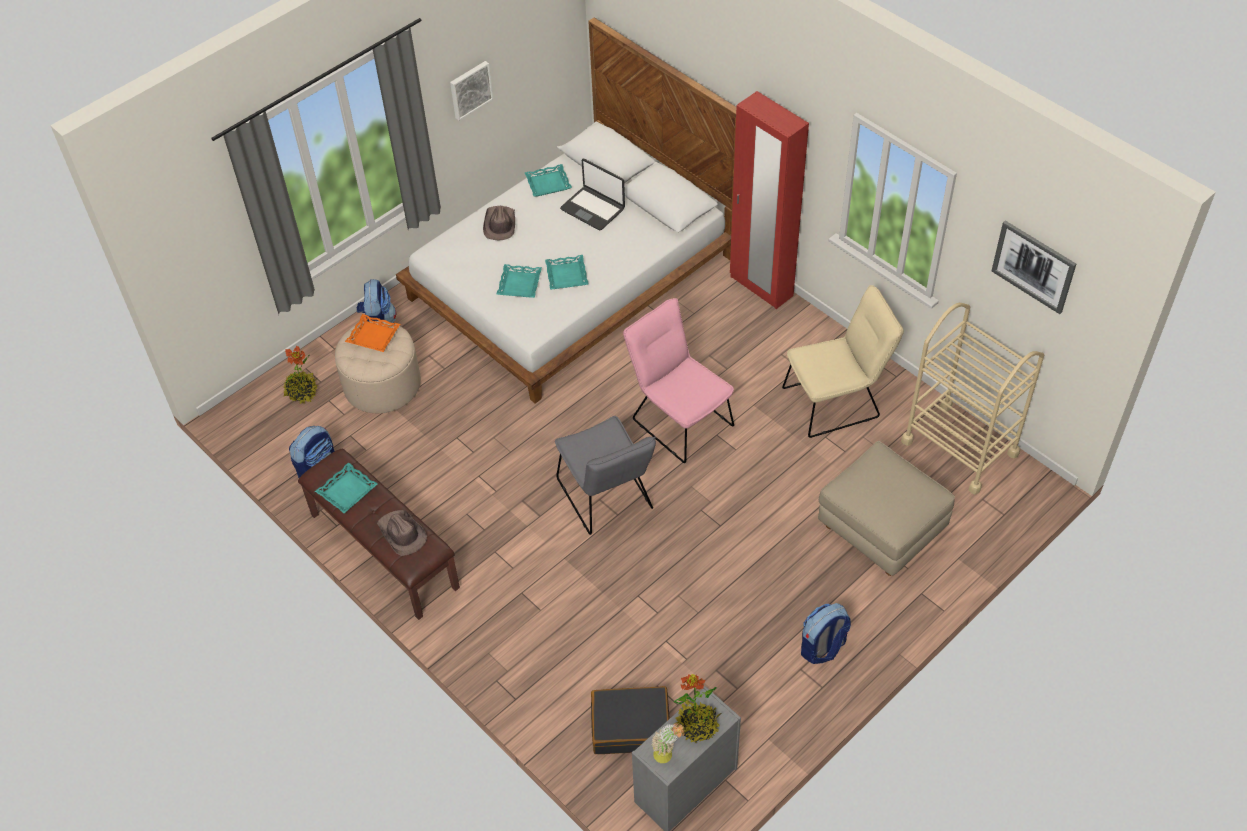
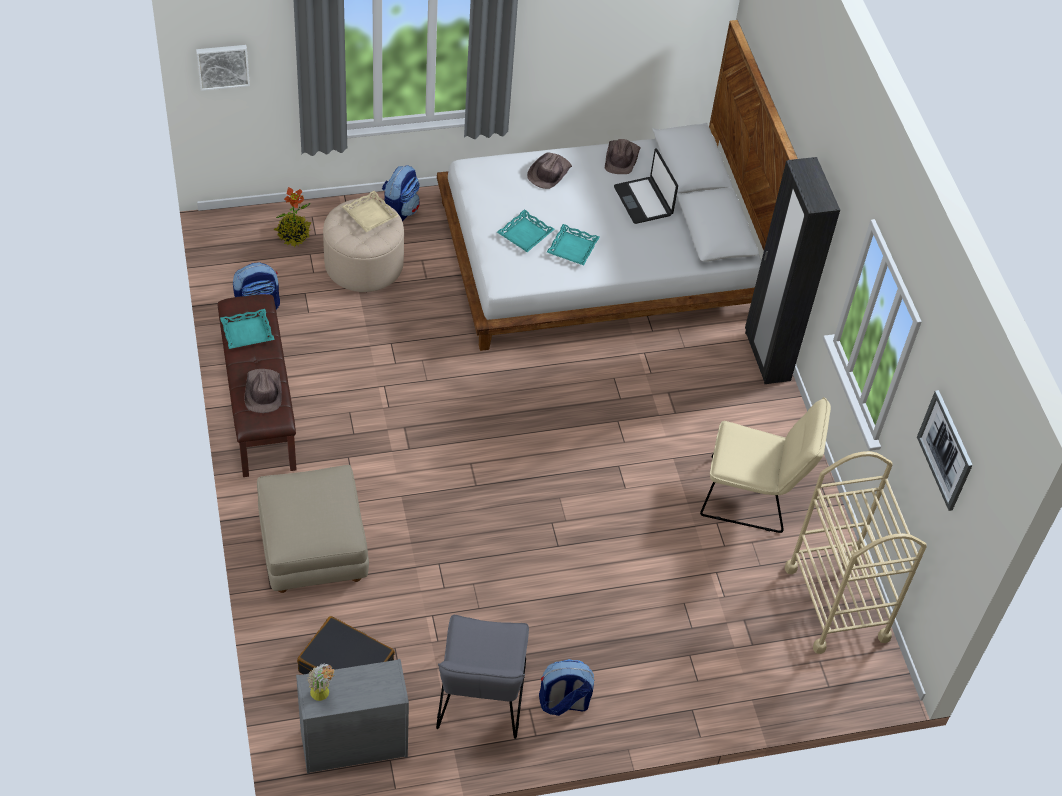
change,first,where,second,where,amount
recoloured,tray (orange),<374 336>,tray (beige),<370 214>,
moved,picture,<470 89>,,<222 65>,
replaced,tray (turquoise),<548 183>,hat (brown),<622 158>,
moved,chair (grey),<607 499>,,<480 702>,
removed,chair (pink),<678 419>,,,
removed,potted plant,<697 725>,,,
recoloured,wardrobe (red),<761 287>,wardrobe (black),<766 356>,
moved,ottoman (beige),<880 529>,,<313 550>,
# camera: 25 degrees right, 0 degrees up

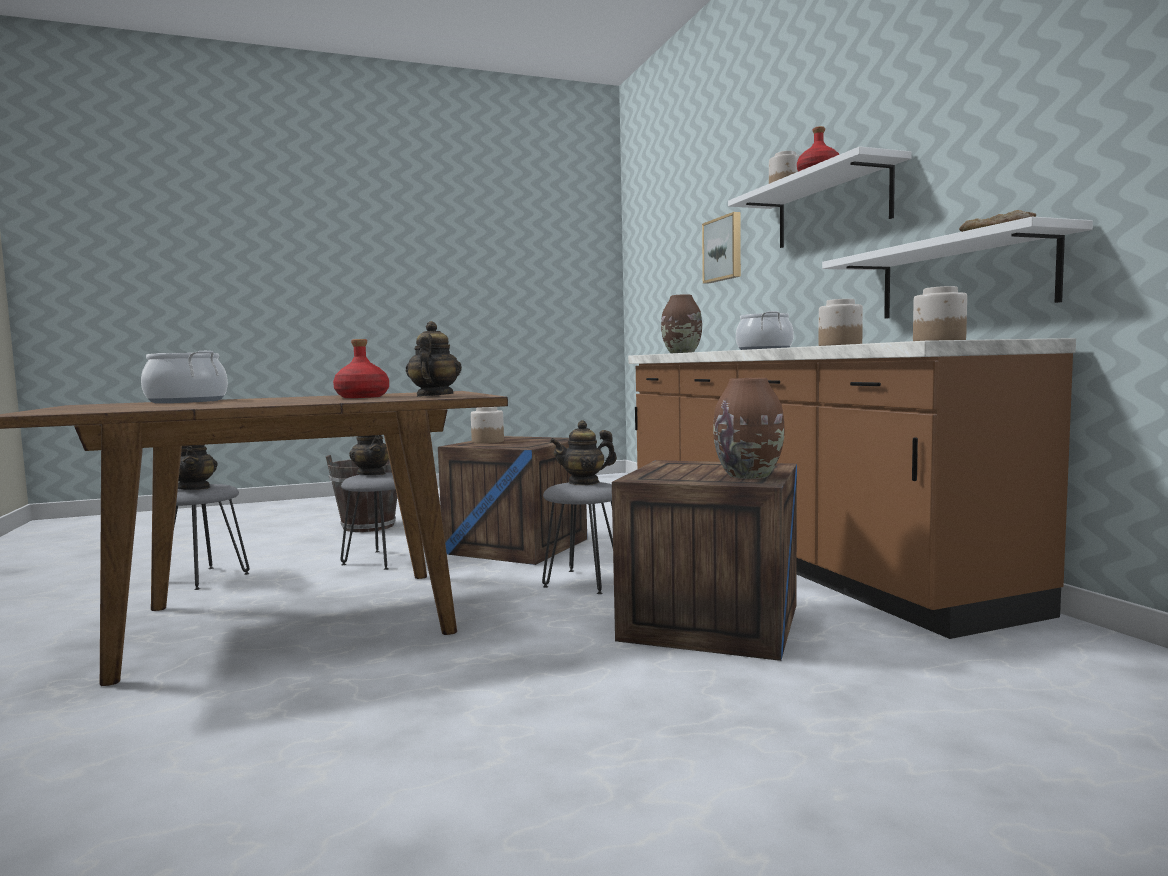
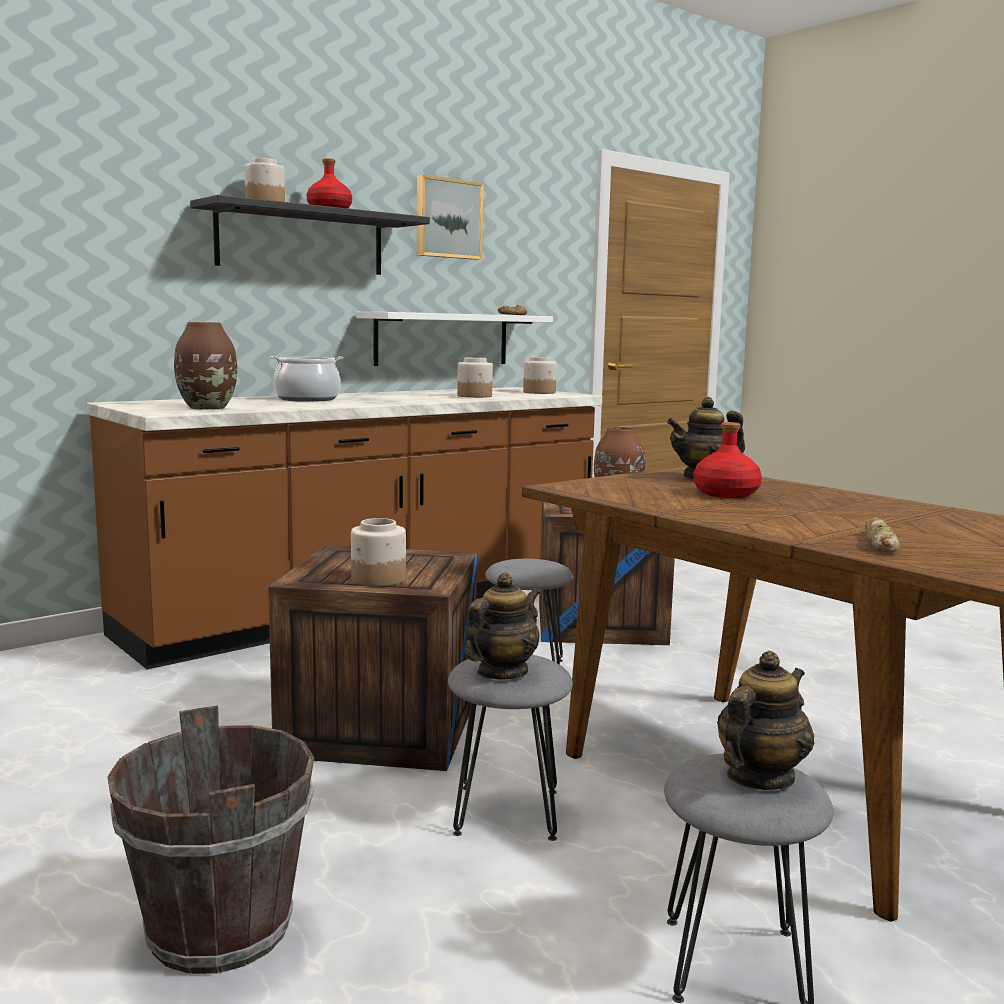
change,first,where,second,where,amount
replaced,cooking pot,<186 401>,bread,<878 543>,
removed,teapot,<584 482>,,,
moved,picture,<724 249>,,<447 219>,
recoloured,shelf (white),<831 207>,shelf (black),<301 241>,
# camera: 110 degrees left, 5 degrees up

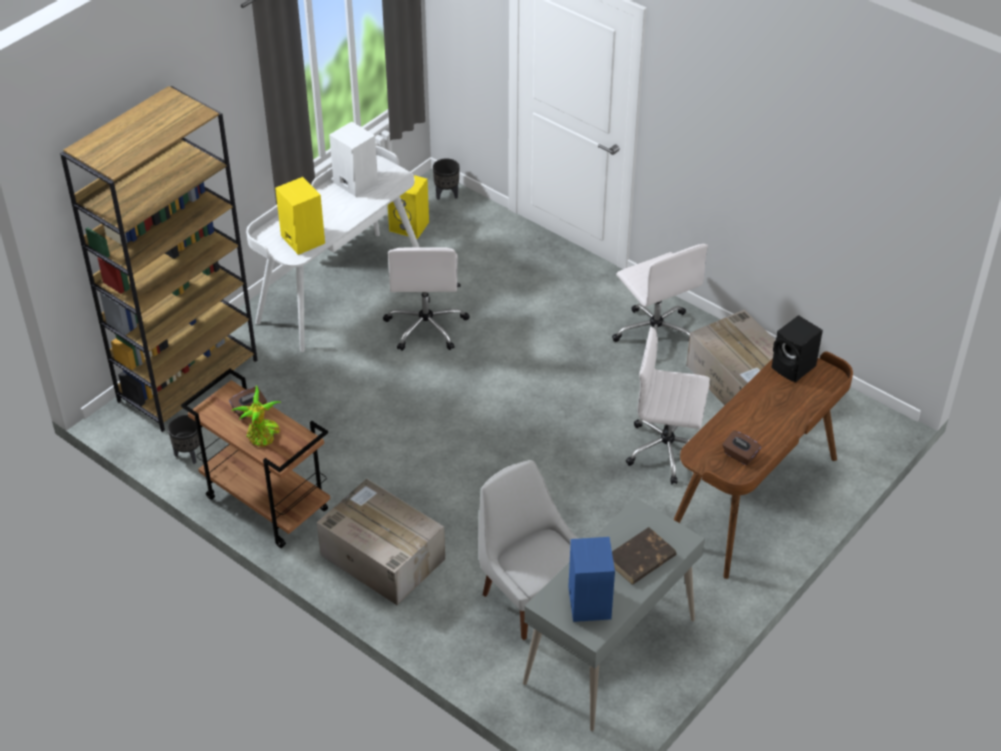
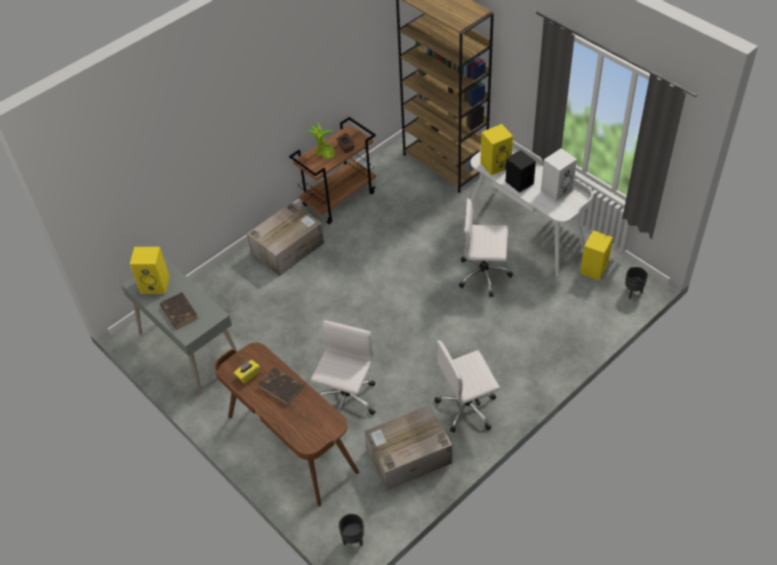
change,first,where,second,where,amount
moved,planter (black),<189 455>,,<353 539>,
removed,chair (white),<531 595>,,,
recoloured,speaker (blue),<588 602>,speaker (yellow),<156 284>,
recoloured,tissue box (brown),<739 455>,tissue box (yellow),<248 375>,
moved,speaker (black),<794 368>,,<518 183>,
added,,,book (brown),<282 387>,
# camera: 100 degrees right, 5 degrees up

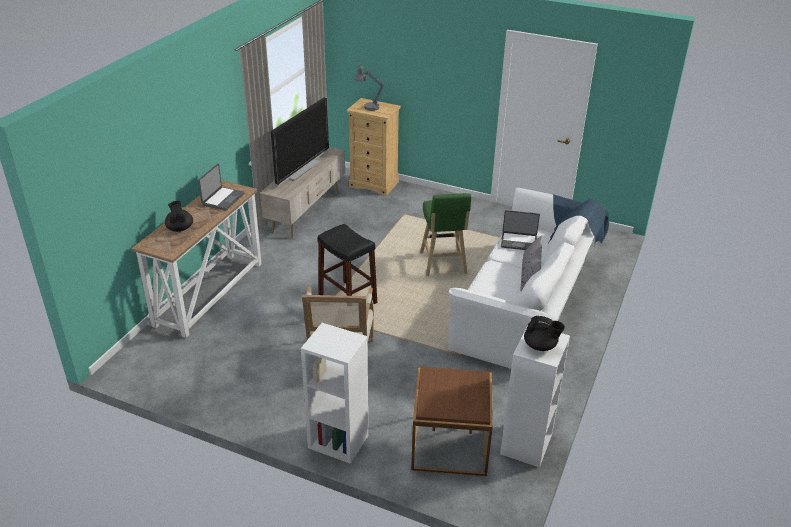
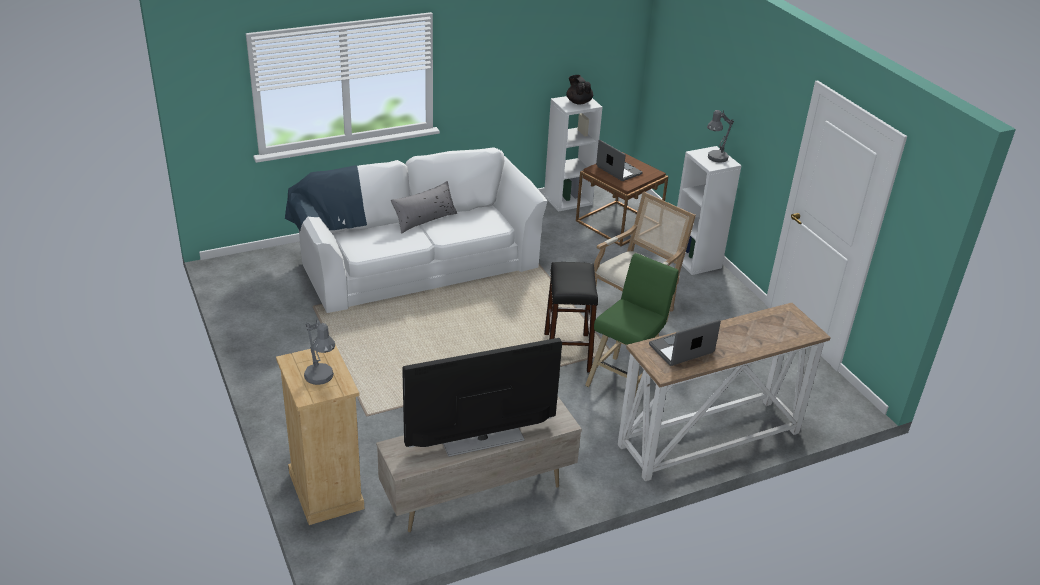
change,first,where,second,where,amount
removed,teapot (black),<180 228>,,,
moved,stool (green),<443 264>,,<626 380>,
moved,laptop,<518 241>,,<618 170>,
added,,,table lamp (grey),<715 159>,
# camera: 140 degrees left, 0 degrees up

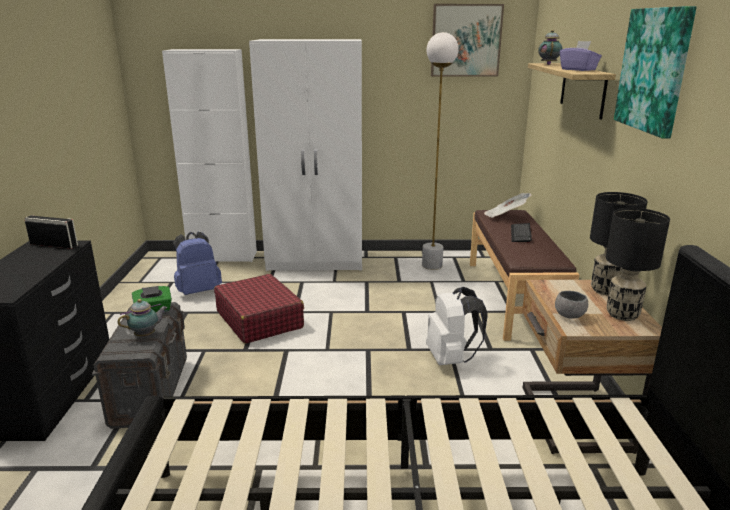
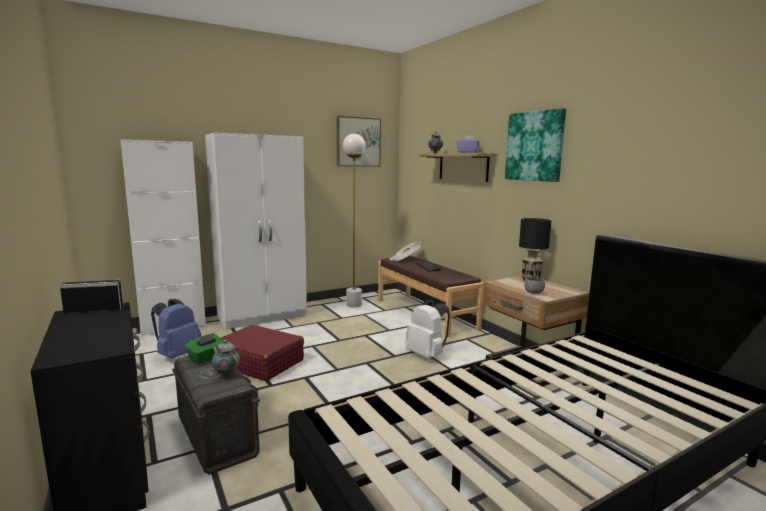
change,first,where,second,where,amount
turned,teapot,<146 335>,,<226 375>,75 degrees counterclockwise
removed,table lamp (black),<621 315>,,,
# camera: 30 degrees left, 10 degrees down

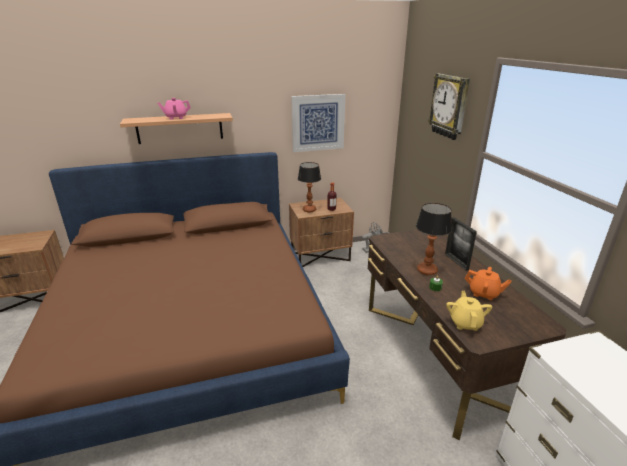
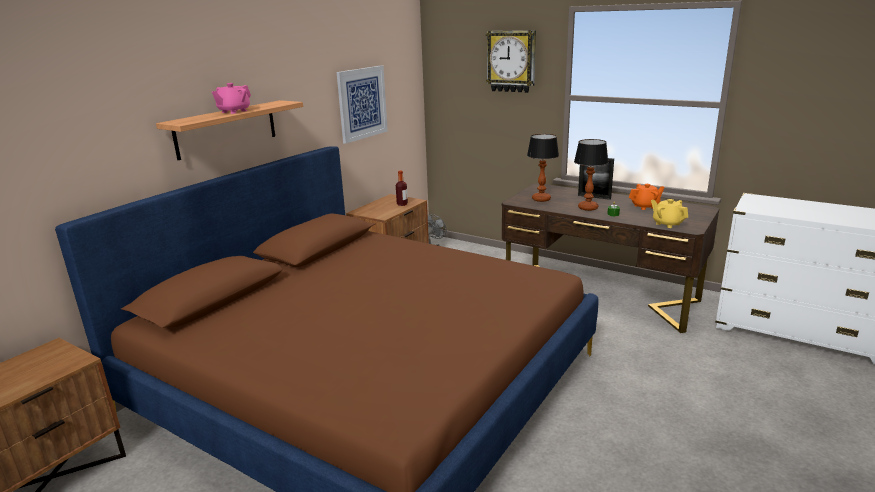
change,first,where,second,where,amount
moved,table lamp,<309 210>,,<541 199>,
# camera: 40 degrees left, 5 degrees down

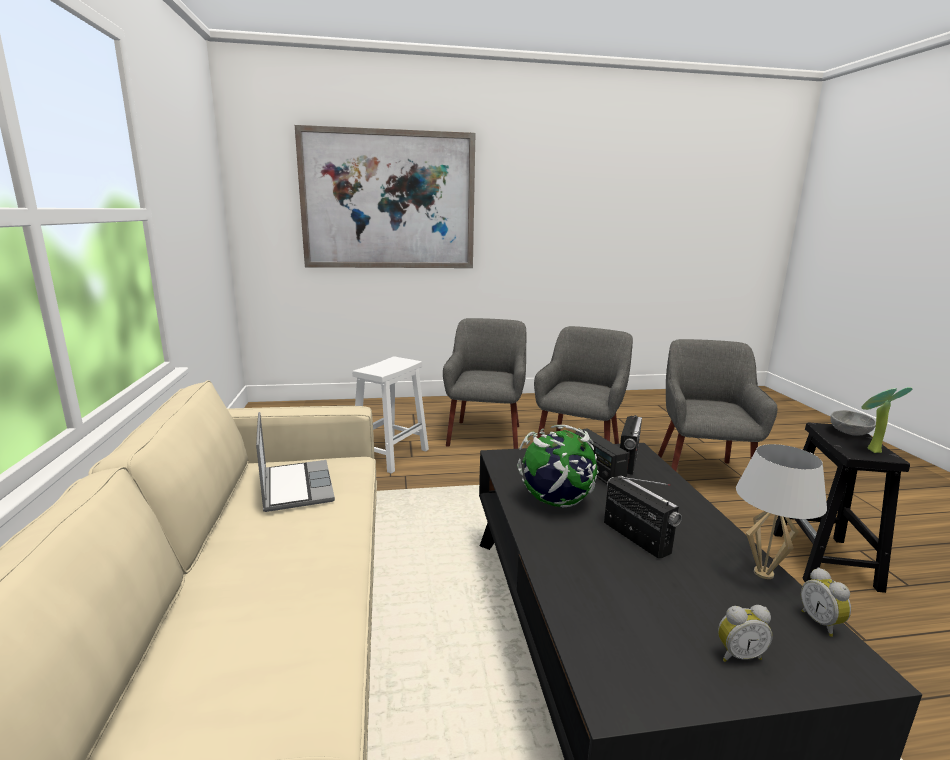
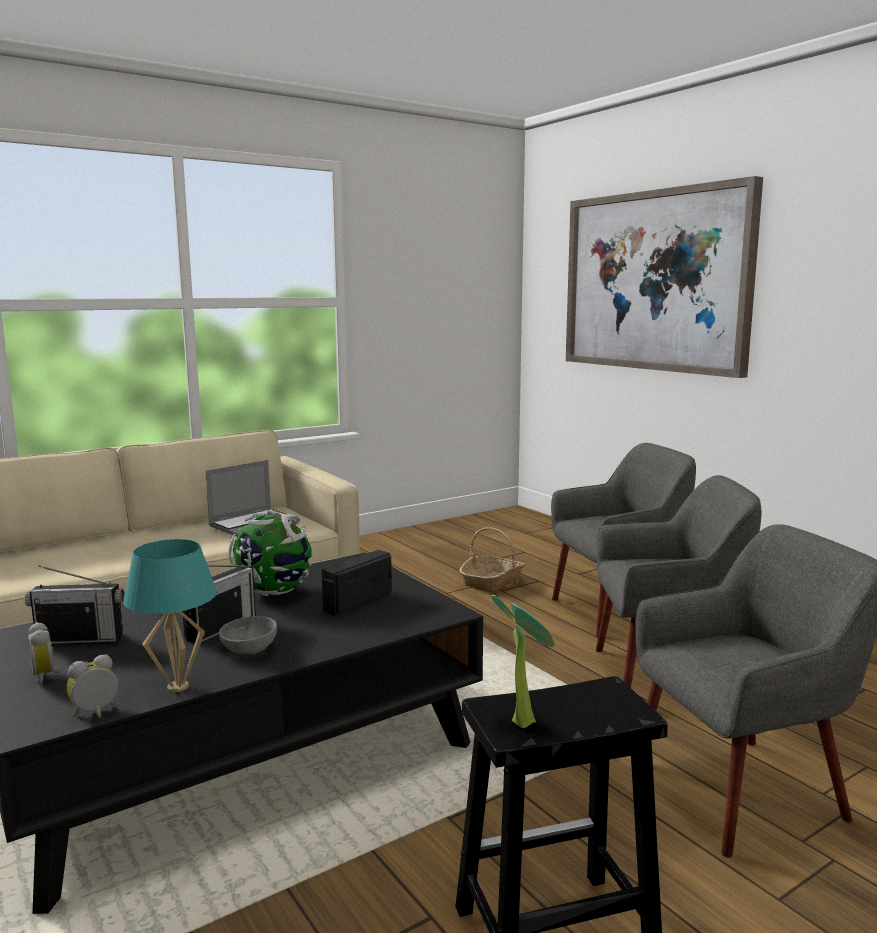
change,first,where,second,where,amount
replaced,stool (white),<391 455>,basket,<492 582>,
moved,radio,<628 461>,,<80 639>,
recoloured,table lamp (white),<763 573>,table lamp (turquoise),<178 687>,
moved,bowl (grey),<850 433>,,<248 650>,
# camera: 65 degrees right, 5 degrees down

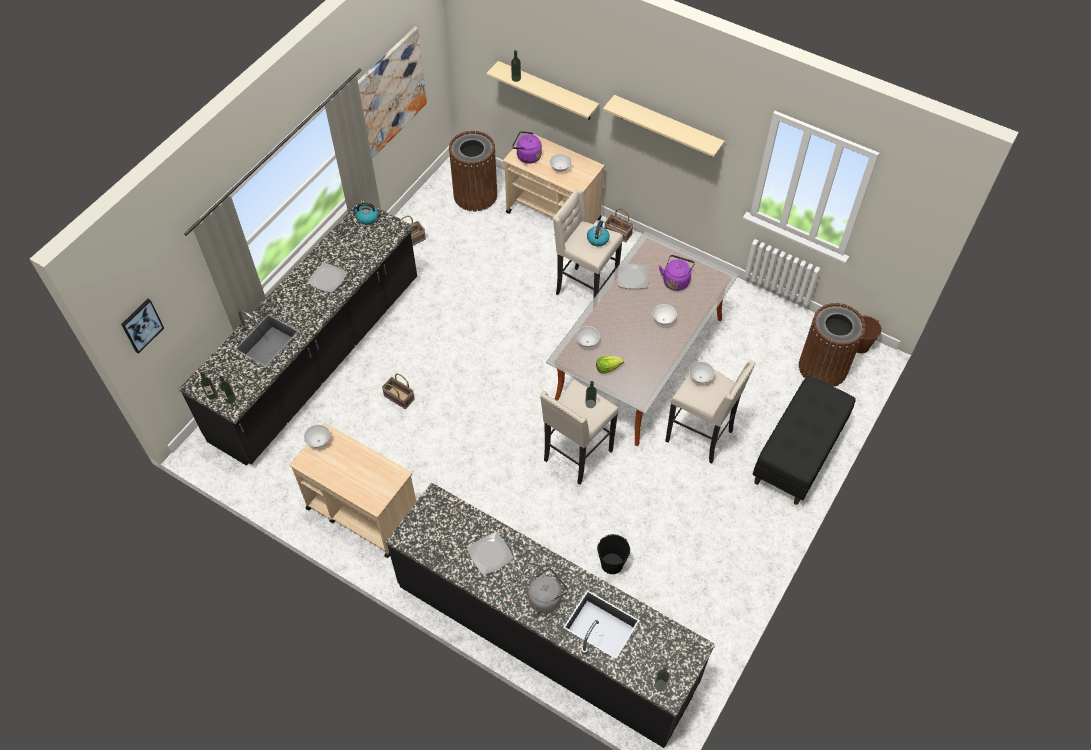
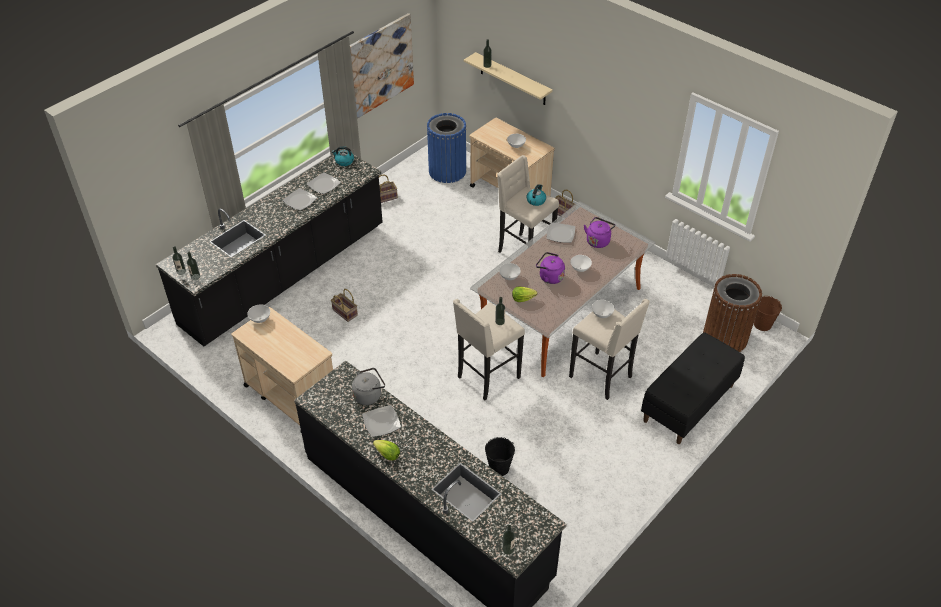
change,first,where,second,where,amount
removed,picture,<141 325>,,,
recoloured,trash can (brown),<475 195>,trash can (blue),<447 171>,
moved,kettle (purple),<527 156>,,<549 277>,
moved,kettle (grey),<546 597>,,<369 395>,
removed,shelf (beige),<667 127>,,,
added,,,plate,<323 185>,
added,,,lettuce,<387 455>,
# camera: 10 degrees right, 10 degrees down

